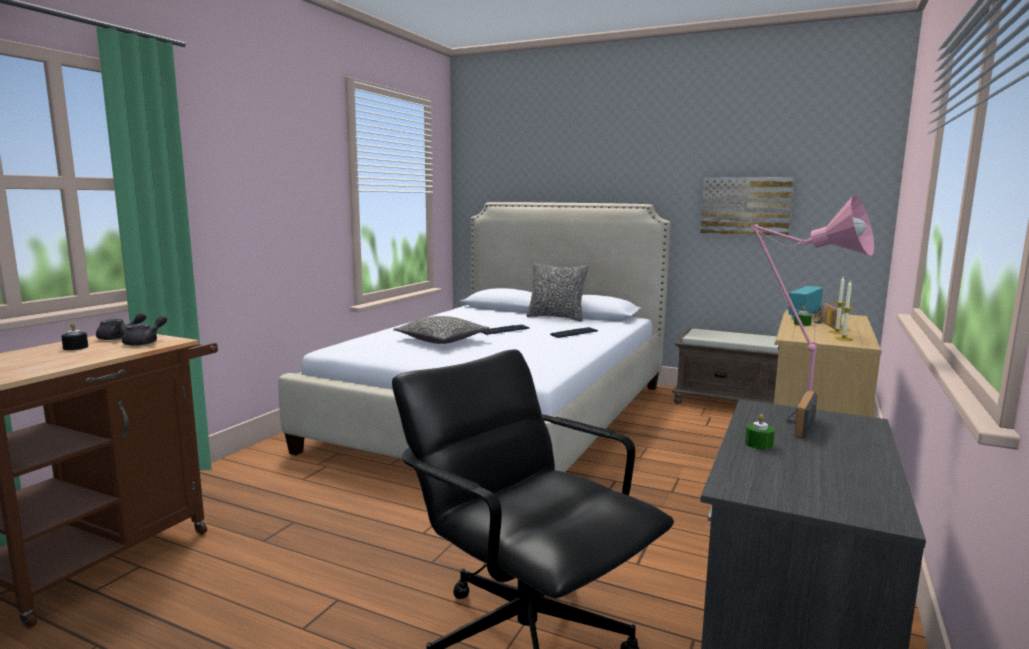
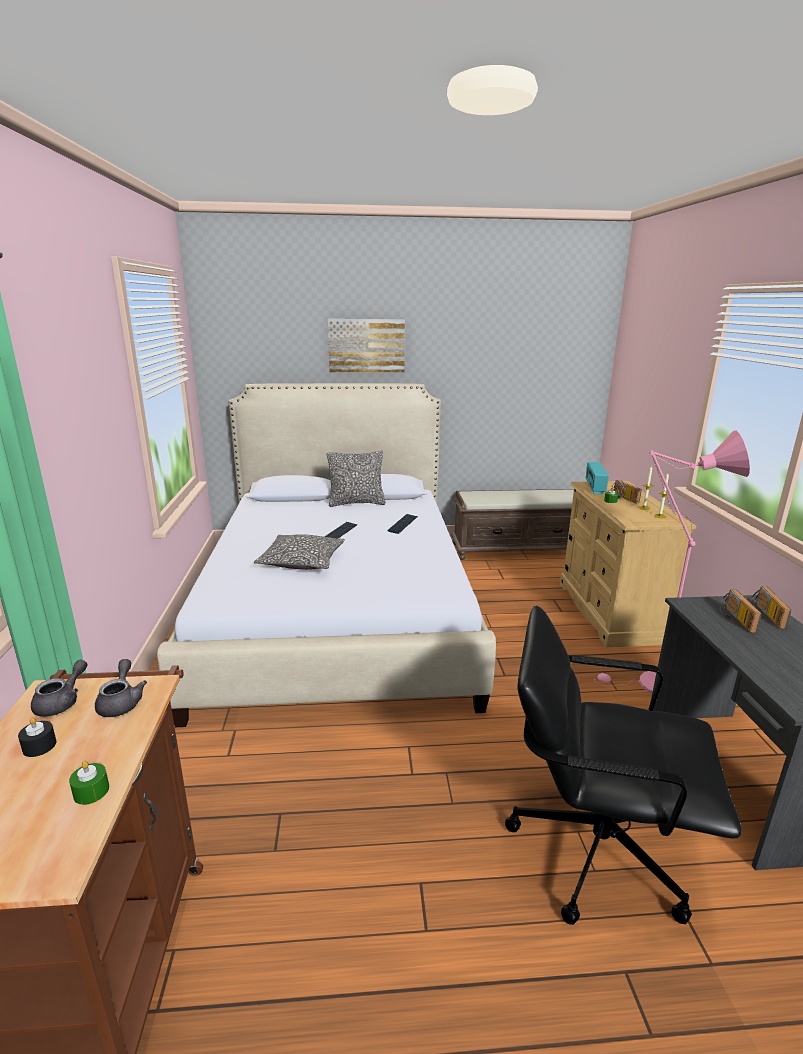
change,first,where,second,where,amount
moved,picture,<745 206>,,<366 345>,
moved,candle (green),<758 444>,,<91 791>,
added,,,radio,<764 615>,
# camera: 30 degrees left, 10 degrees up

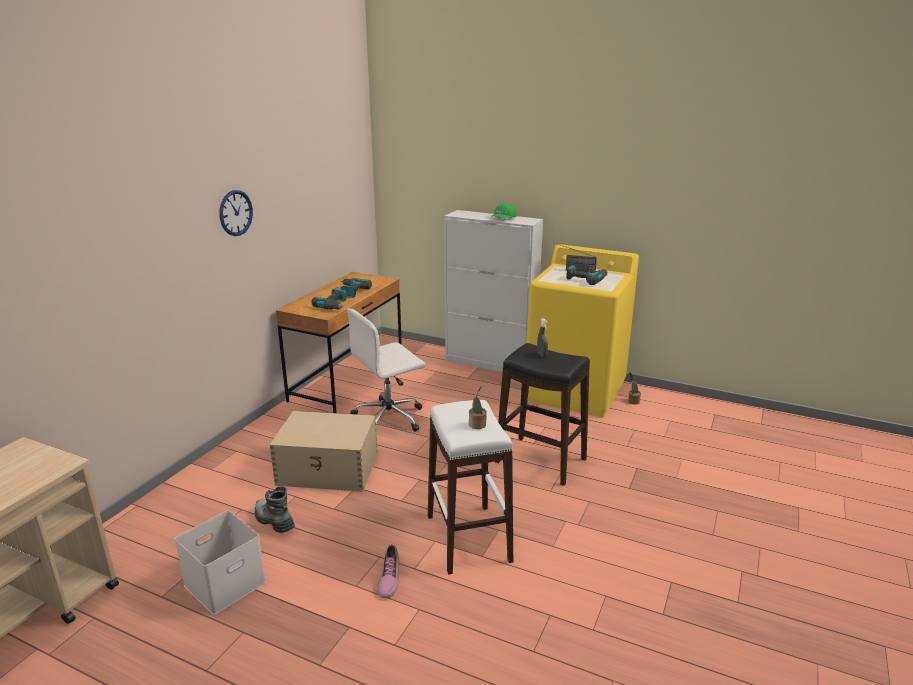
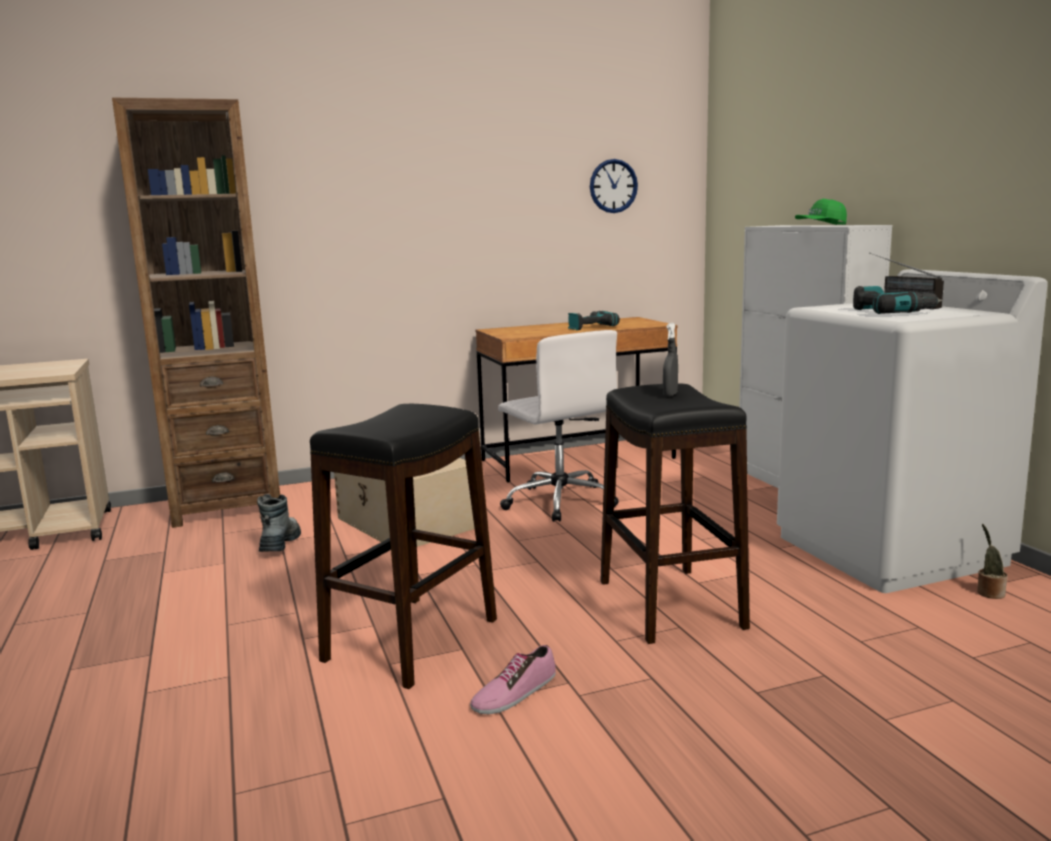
change,first,where,second,where,amount
removed,storage box (white),<224 585>,,,
moved,wall clock,<235 213>,,<613 186>,
removed,power drill,<334 305>,,,
turned,office chair (white),<390 417>,,<559 501>,135 degrees counterclockwise
moved,shoe,<388 577>,,<514 693>,
recoloured,stool (white),<468 538>,stool (black),<412 639>,
removed,potted plant,<477 425>,,,
recoloured,washing machine (yellow),<576 392>,washing machine (white),<890 550>,
added,,,bookcase (brown),<227 506>,
# camera: 45 degrees right, 10 degrees down

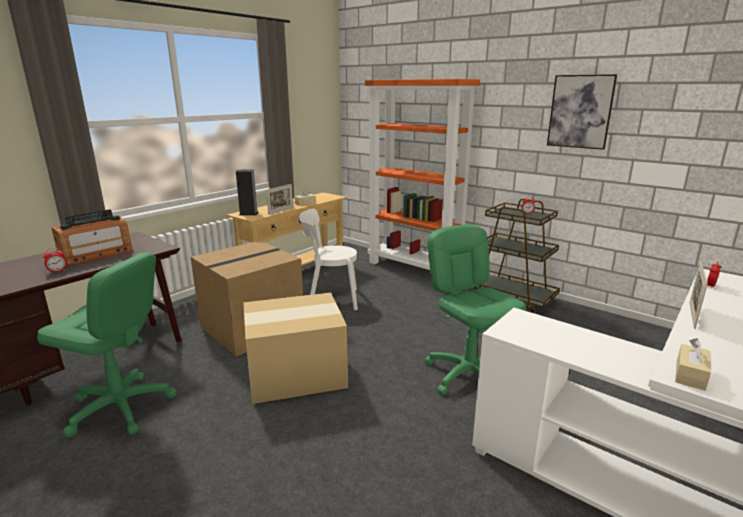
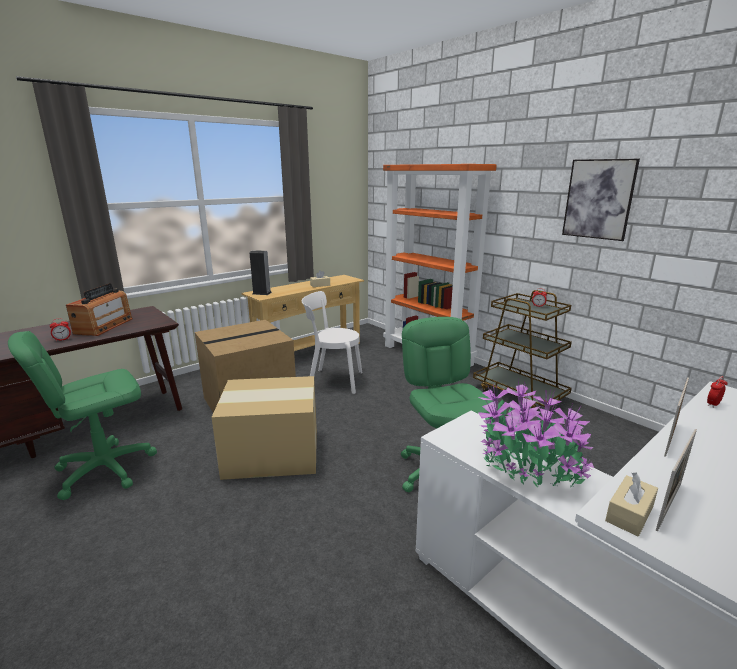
change,first,where,second,where,amount
turned,office chair (green),<120 407>,,<105 469>,120 degrees clockwise
turned,radio,<96 255>,,<104 326>,45 degrees counterclockwise
moved,picture frame,<280 211>,,<669 505>,
added,,,potted plant,<527 465>,
# camera: 10 degrees right, 0 degrees up

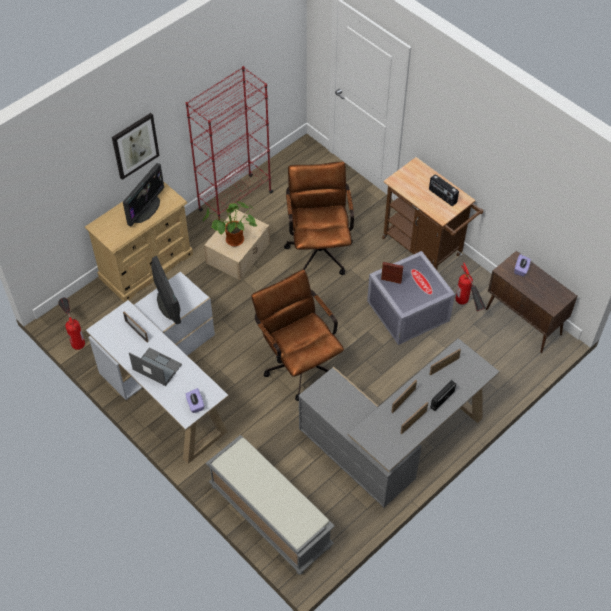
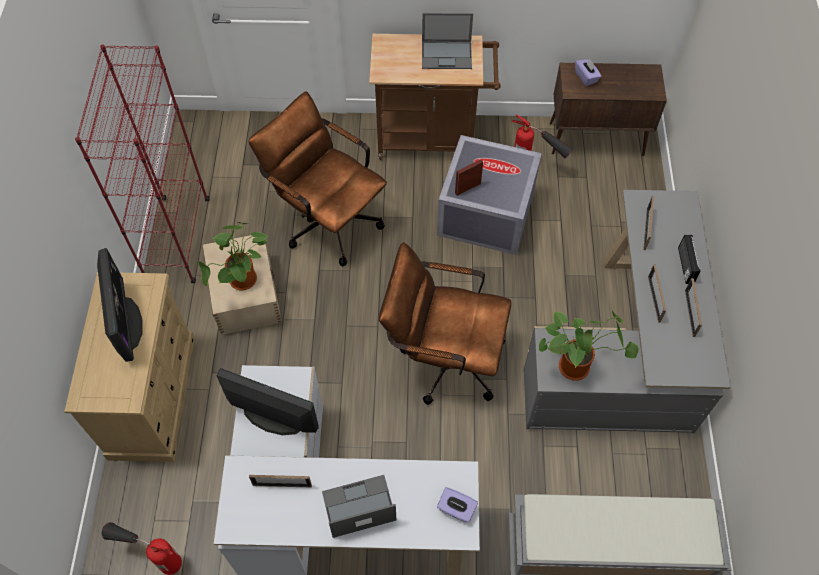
change,first,where,second,where,amount
removed,picture,<135 145>,,,
replaced,radio,<442 196>,laptop,<447 55>,
added,,,potted plant,<577 365>,
# camera: 45 degrees left, 5 degrees up

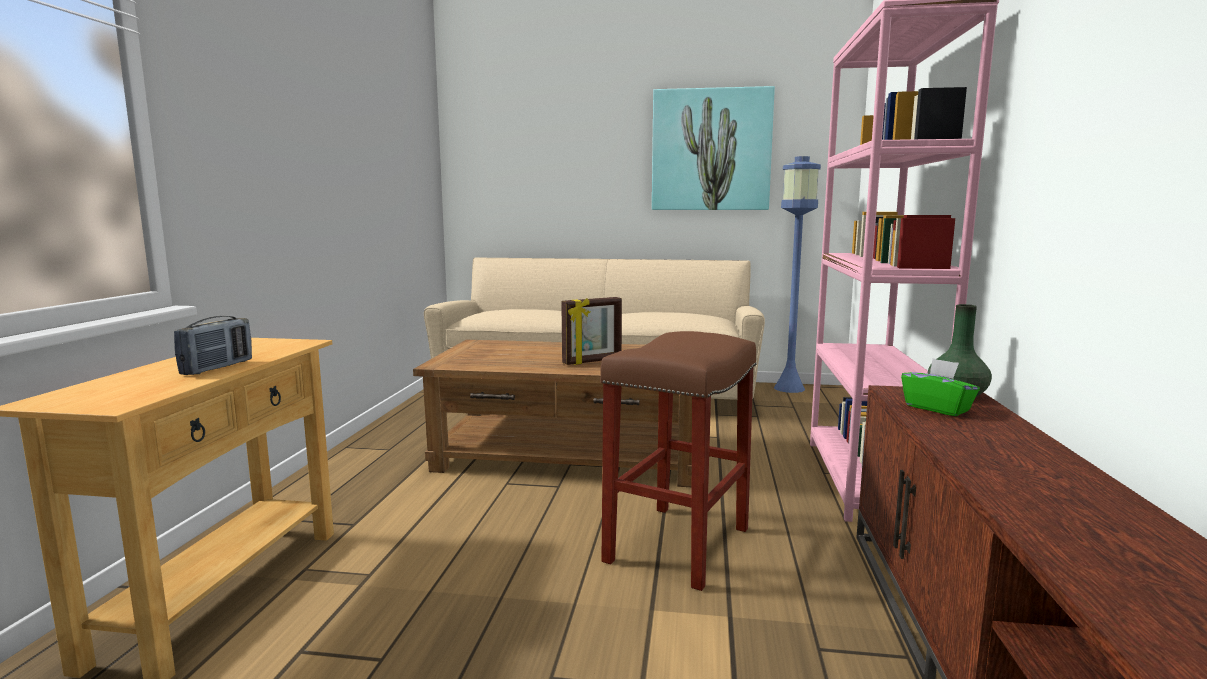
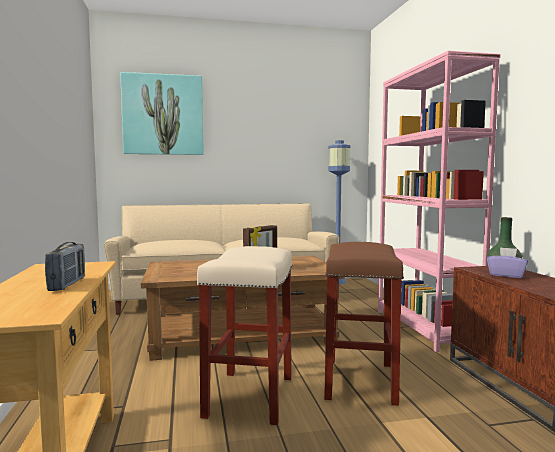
change,first,where,second,where,amount
moved,picture,<711 150>,,<163 115>,
recoloured,tissue box (green),<937 408>,tissue box (purple),<506 275>,
added,,,stool (beige),<249 395>,
# camera: 20 degrees left, 5 degrees down

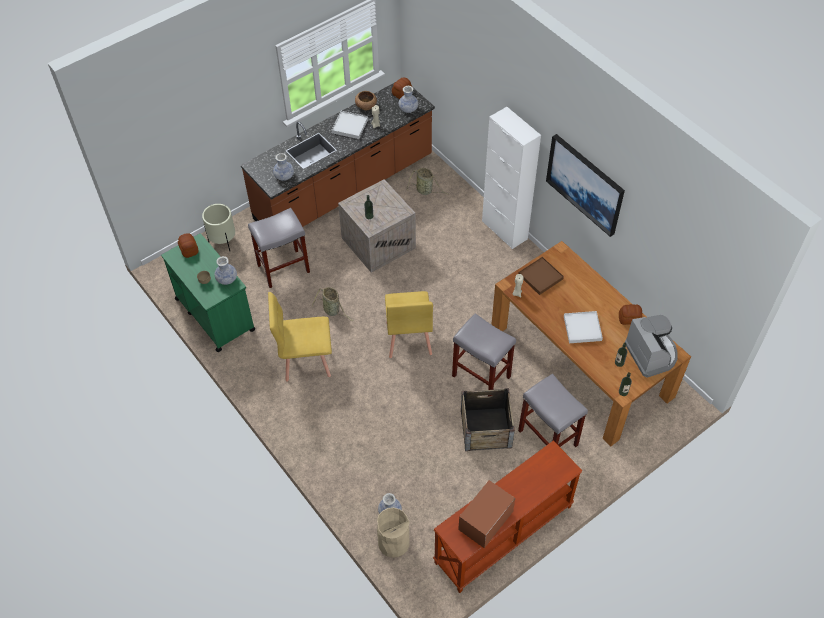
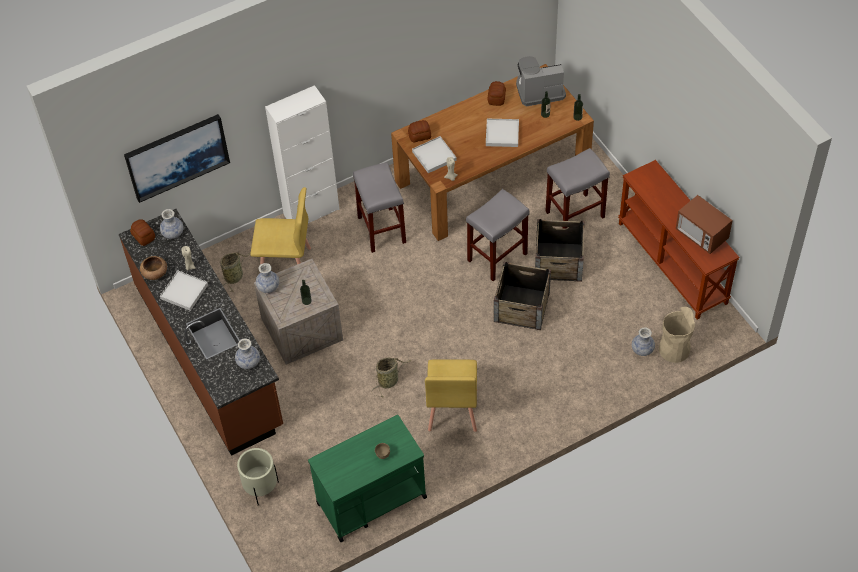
change,first,where,second,where,amount
moved,bread,<188 249>,,<420 136>,
moved,vase,<227 279>,,<268 287>,
moved,stool (grey),<284 268>,,<381 229>,
moved,chair (yellow),<408 338>,,<286 264>,
recoloured,tray (brown),<540 277>,tray (white),<434 156>,
moved,picture,<585 184>,,<177 156>,
added,,,crate,<522 307>,
# camera: 80 degrees left, 0 degrees up

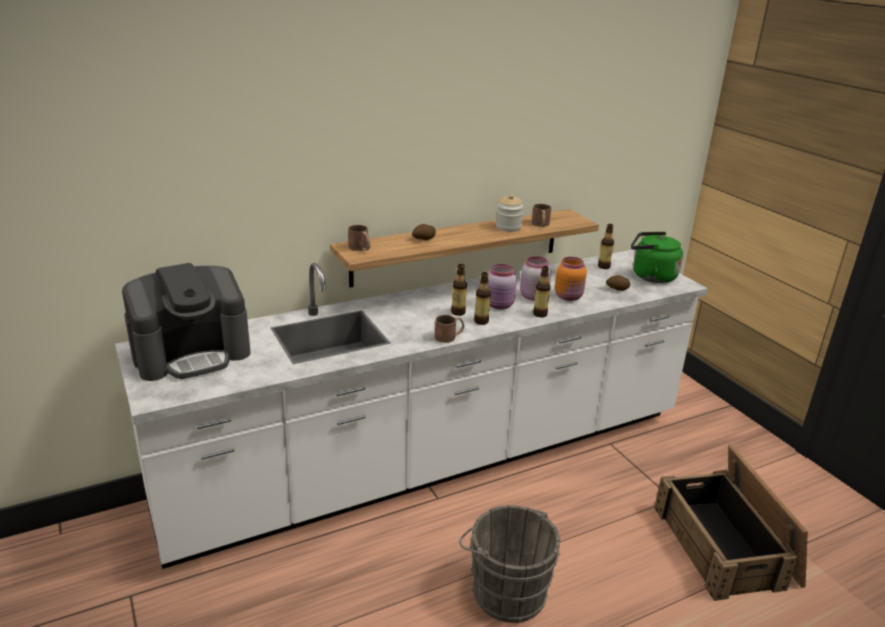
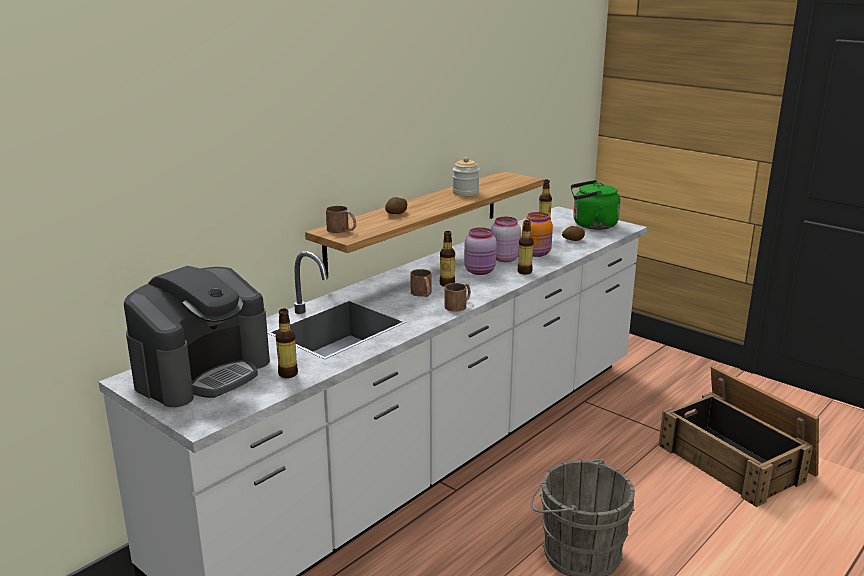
change,first,where,second,where,amount
moved,bottle,<481 321>,,<288 374>,
moved,mug (brown),<541 225>,,<423 294>,
# camera: 20 degrees left, 5 degrees down

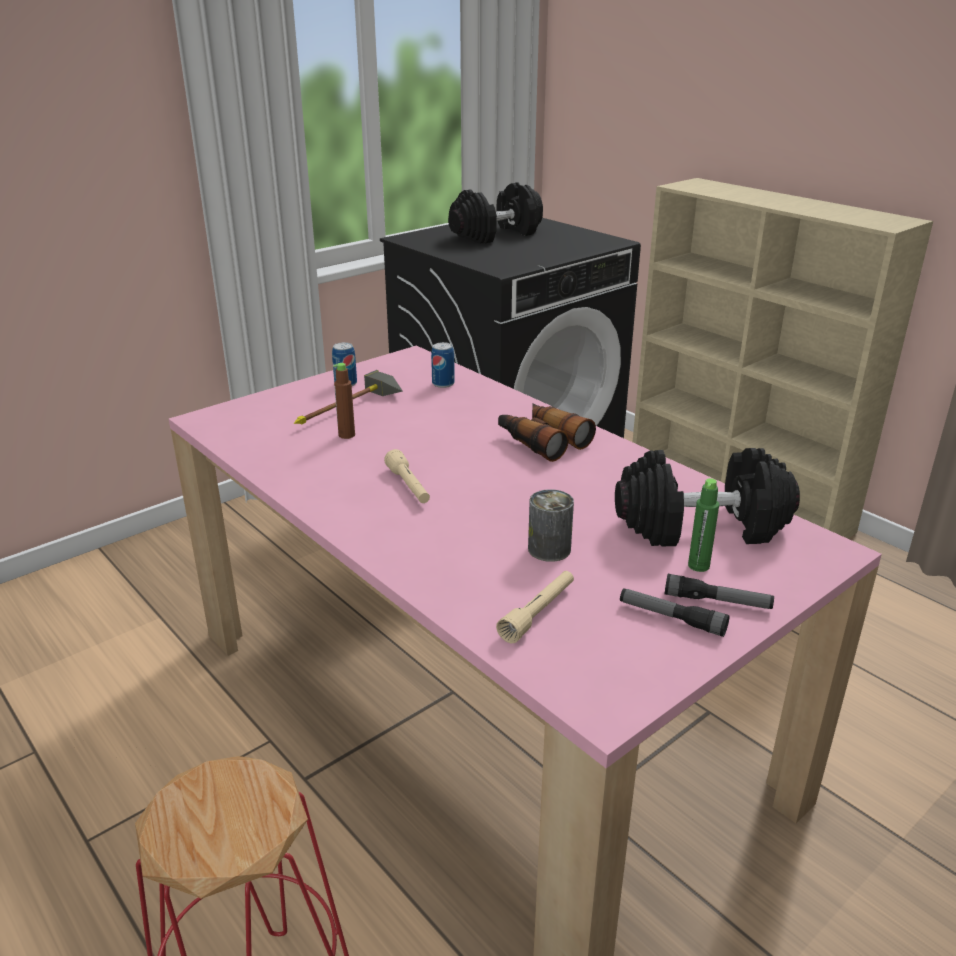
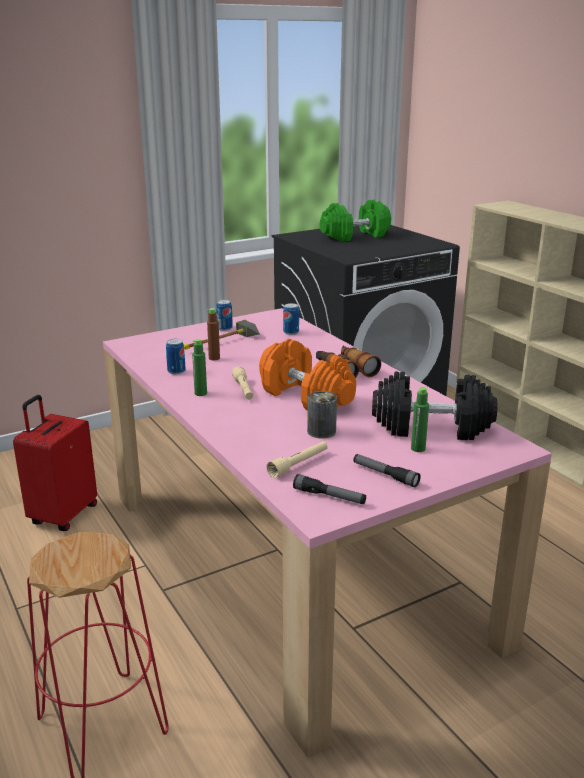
change,first,where,second,where,amount
recoloured,dumbbell (black),<496 235>,dumbbell (green),<355 236>,
moved,flashlight,<717 601>,,<329 496>,
added,,,suitcase (red),<62 515>,
added,,,can,<176 371>,
added,,,bottle (green),<200 393>,
added,,,dumbbell (orange),<307 396>,
# camera: 10 degrees right, 5 degrees down

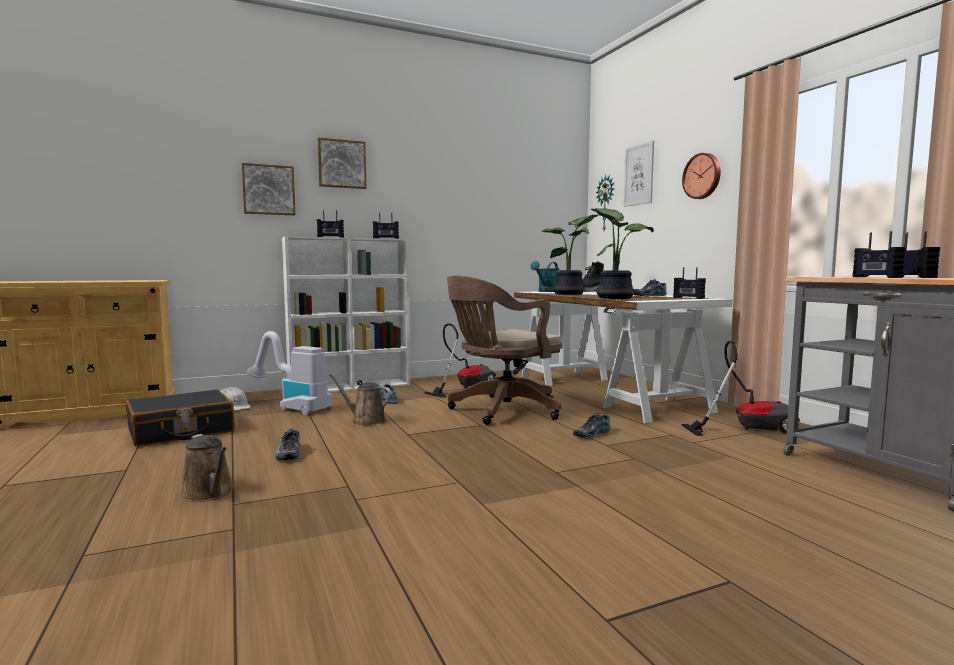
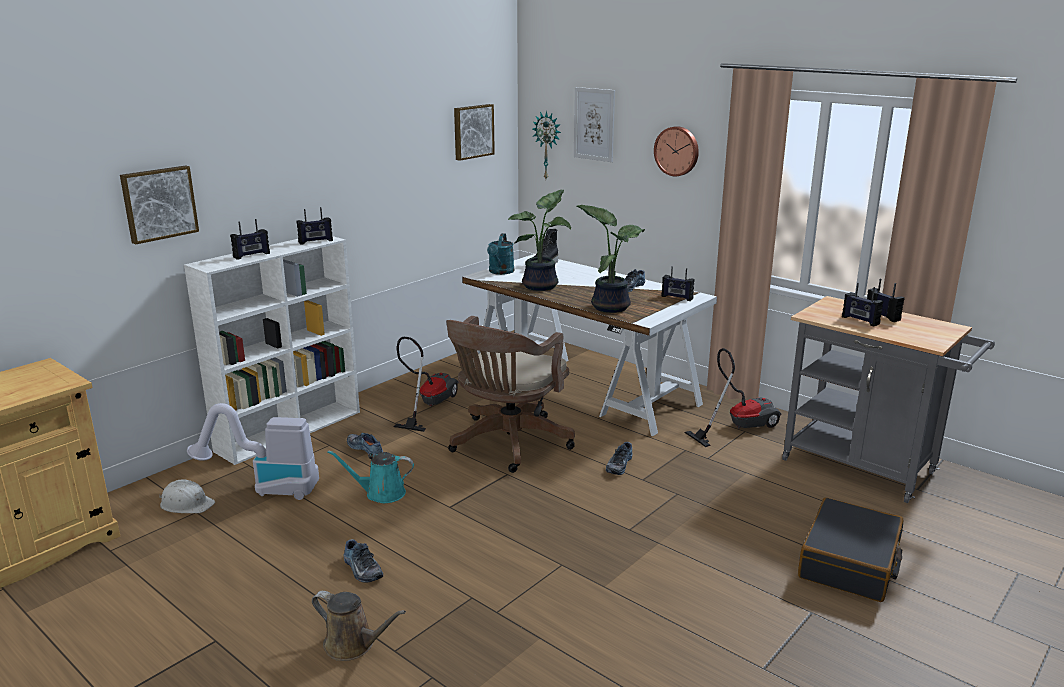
change,first,where,second,where,amount
moved,suitcase (black),<181 431>,,<850 563>,
moved,picture,<342 164>,,<472 131>,
recoloured,watering can (brown),<366 420>,watering can (turquoise),<381 493>,
# camera: 25 degrees left, 15 degrees up

